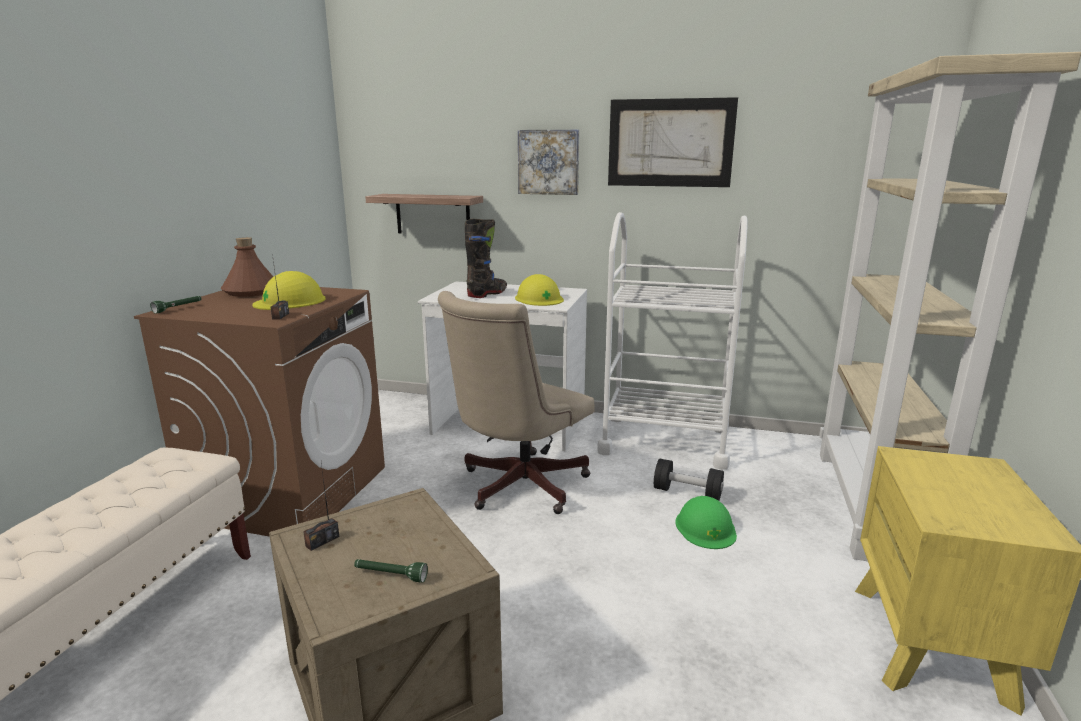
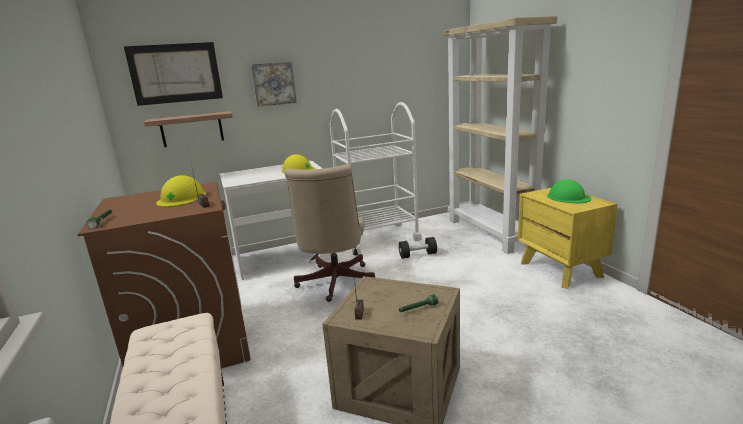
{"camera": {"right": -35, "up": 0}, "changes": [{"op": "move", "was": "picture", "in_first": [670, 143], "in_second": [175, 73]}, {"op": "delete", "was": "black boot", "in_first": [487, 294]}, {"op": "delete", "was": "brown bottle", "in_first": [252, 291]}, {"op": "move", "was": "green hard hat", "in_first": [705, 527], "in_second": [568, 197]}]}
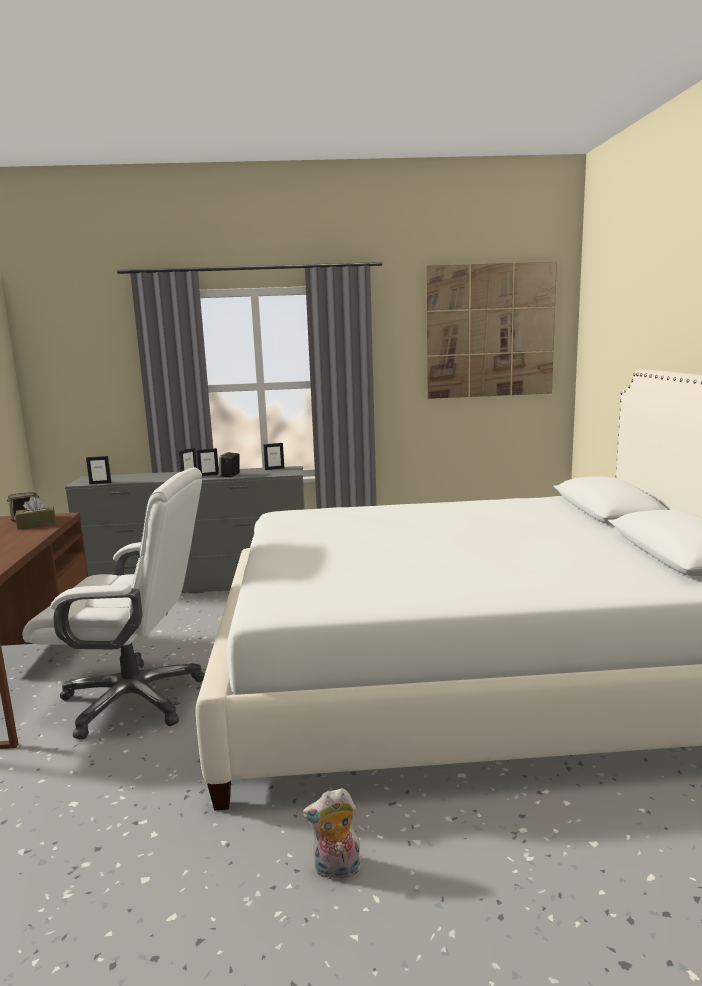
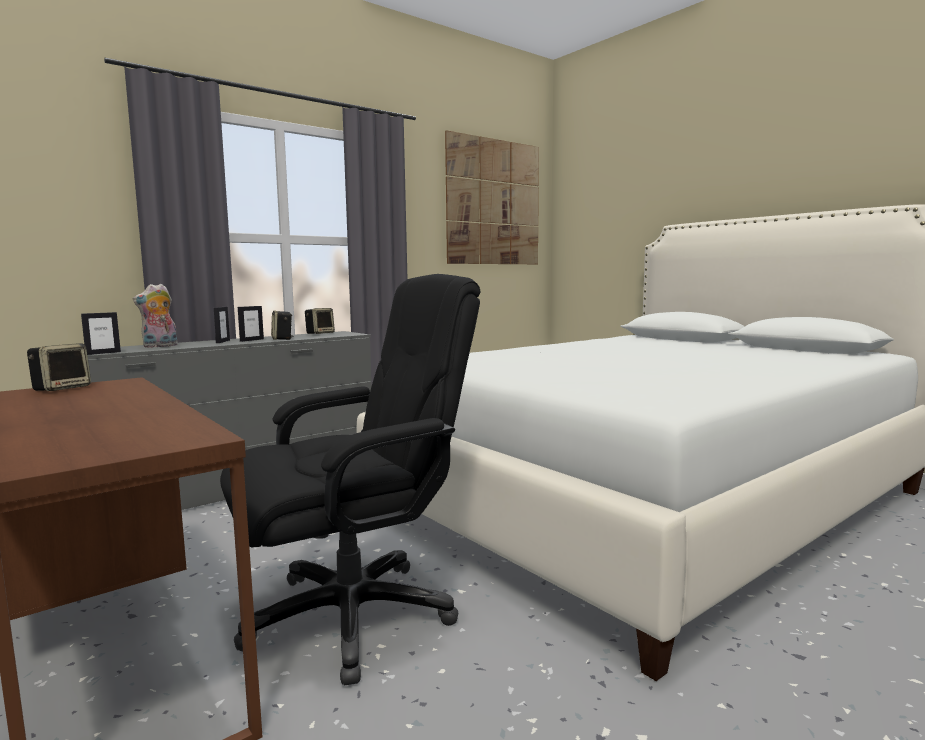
{"camera": {"right": -35, "up": -5}, "changes": [{"op": "replace", "was": "picture frame", "now": "speaker", "in_first": [274, 469], "in_second": [320, 333]}, {"op": "recolor", "was": "white office chair", "now": "black office chair", "in_first": [135, 699], "in_second": [353, 615]}, {"op": "delete", "was": "brown tissue box", "in_first": [36, 524]}, {"op": "move", "was": "plush toy", "in_first": [336, 870], "in_second": [160, 346]}]}
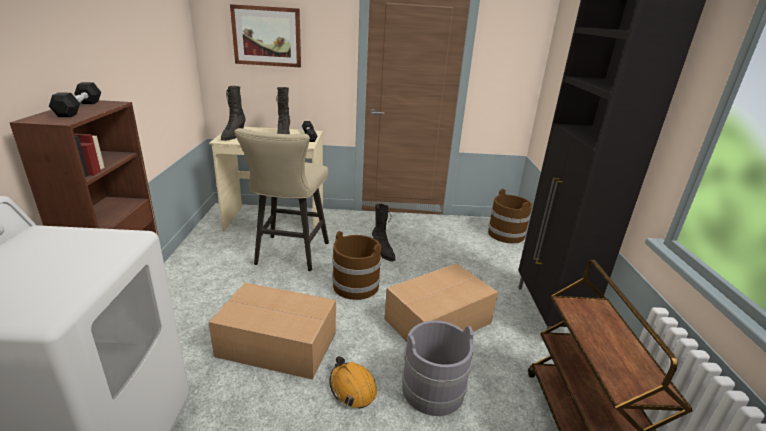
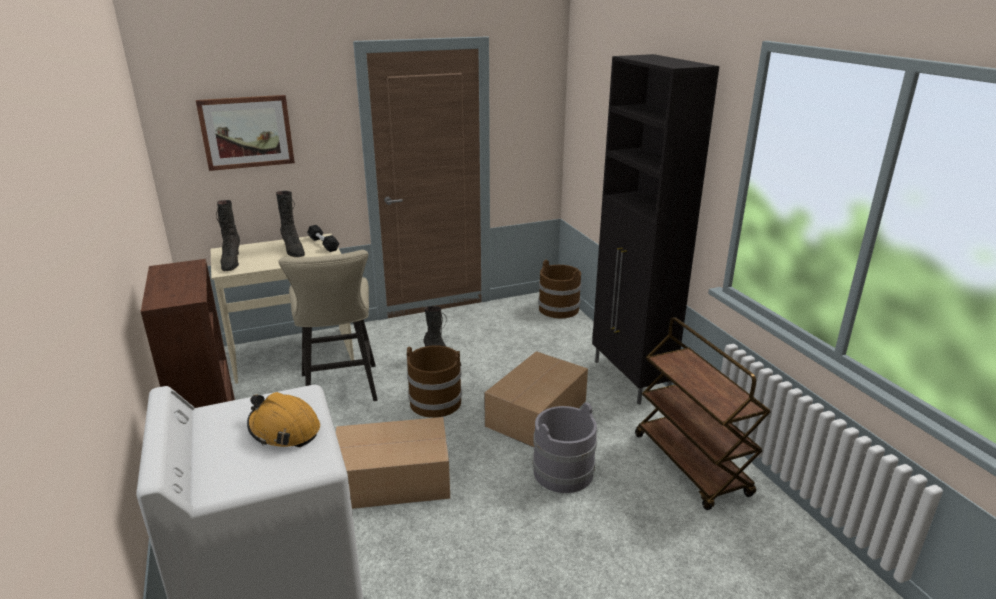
{"camera": {"right": -20, "up": 0}, "changes": [{"op": "delete", "was": "black dumbbell", "in_first": [79, 108]}, {"op": "move", "was": "orange hard hat", "in_first": [352, 388], "in_second": [284, 430]}]}
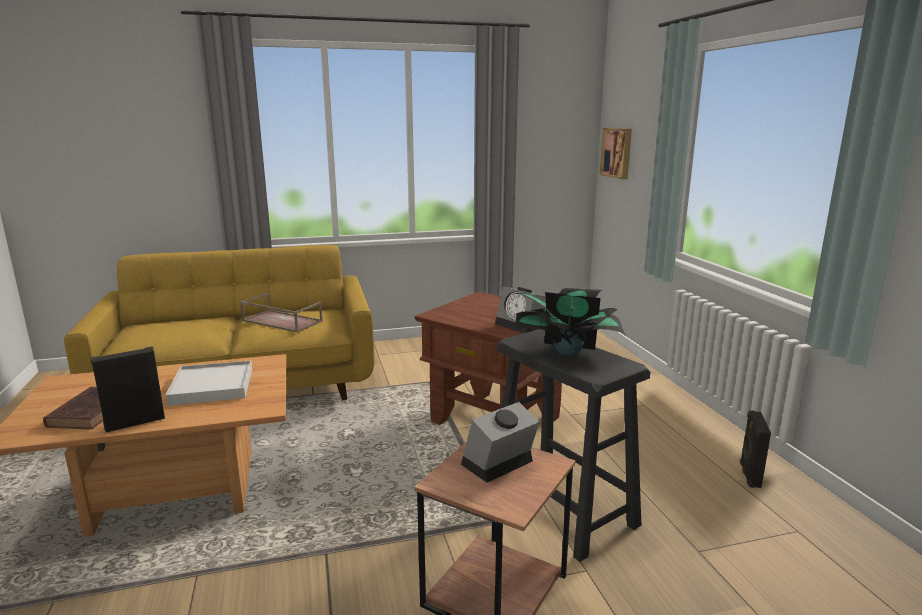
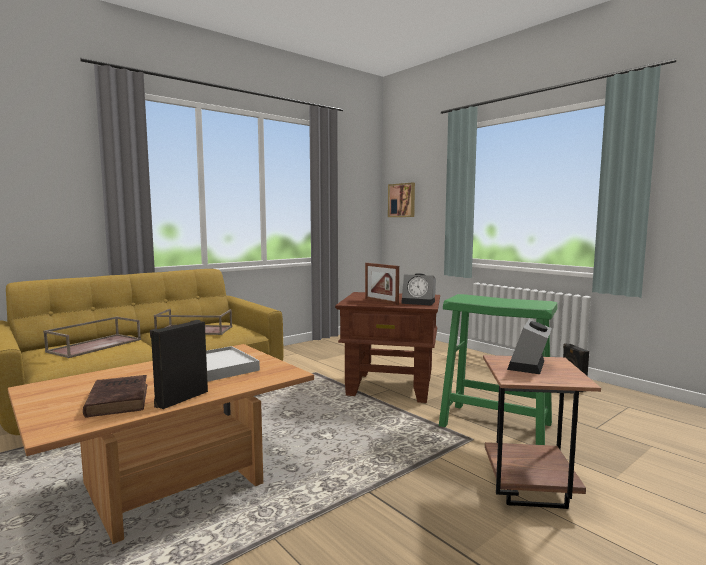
{"camera": {"right": -25, "up": -10}, "changes": [{"op": "delete", "was": "potted plant", "in_first": [566, 351]}, {"op": "recolor", "was": "black stool", "now": "green stool", "in_first": [562, 509], "in_second": [496, 425]}, {"op": "insert", "now": "picture frame", "in_second": [381, 301]}, {"op": "insert", "now": "brown tray", "in_second": [95, 345]}]}
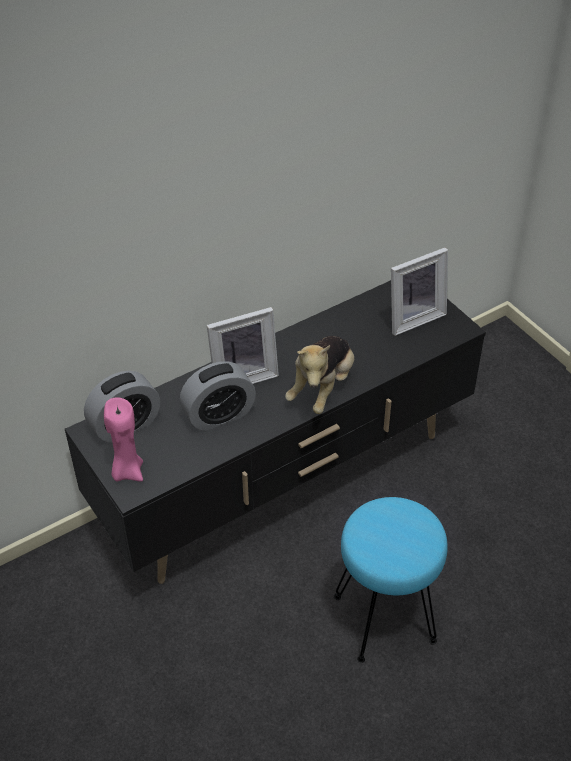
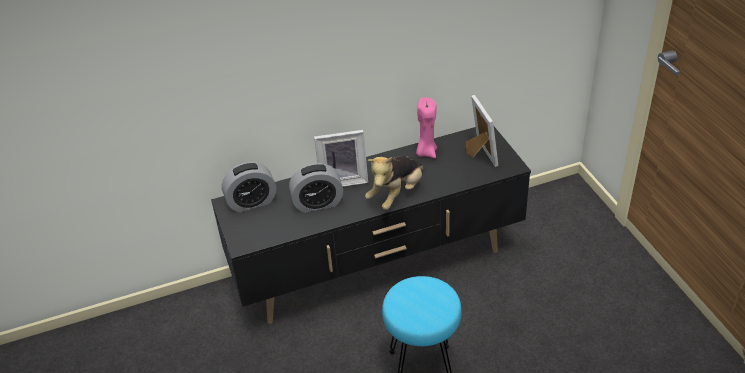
{"camera": {"right": 15, "up": -5}, "changes": [{"op": "rotate", "was": "picture frame", "in_first": [412, 317], "in_second": [479, 154], "clockwise": -90}, {"op": "move", "was": "pink candle", "in_first": [127, 471], "in_second": [426, 152]}]}
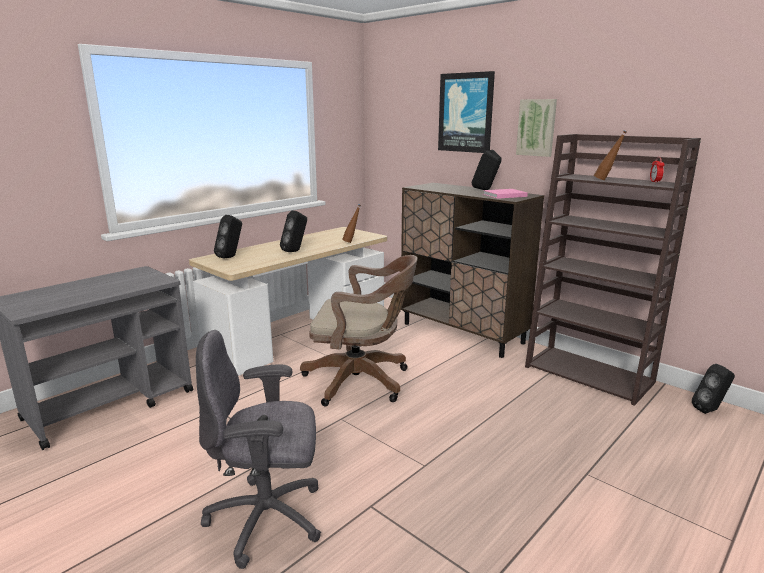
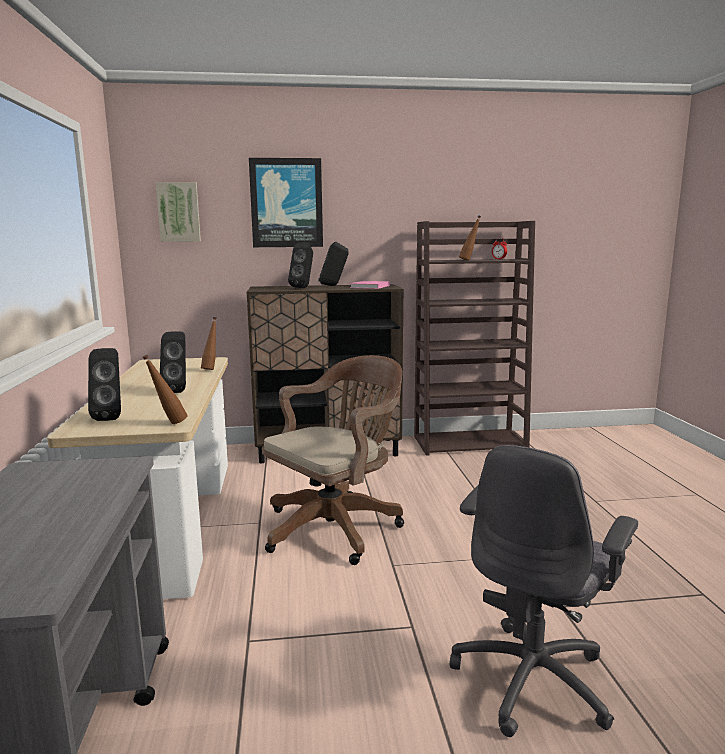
{"camera": {"right": -50, "up": -5}, "changes": [{"op": "move", "was": "picture", "in_first": [537, 127], "in_second": [179, 212]}, {"op": "move", "was": "black speaker", "in_first": [710, 410], "in_second": [303, 288]}, {"op": "insert", "now": "brown bottle", "in_second": [168, 424]}]}
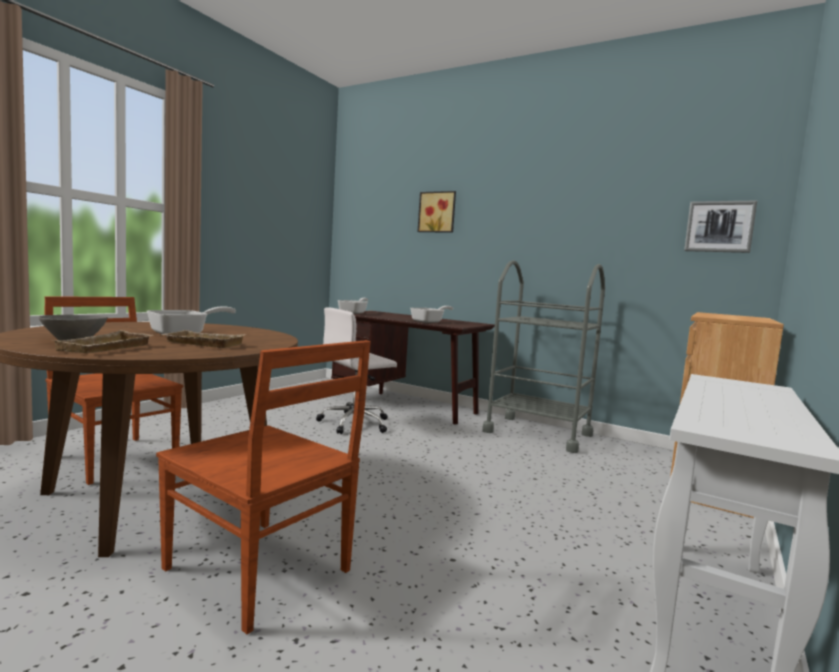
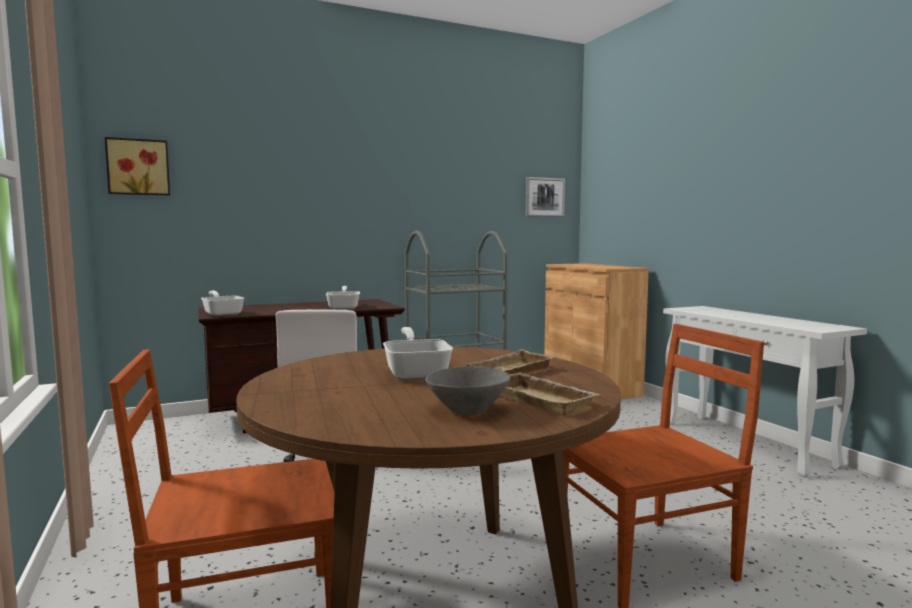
{"camera": {"right": -55, "up": 0}, "changes": [{"op": "move", "was": "picture", "in_first": [437, 212], "in_second": [138, 167]}]}
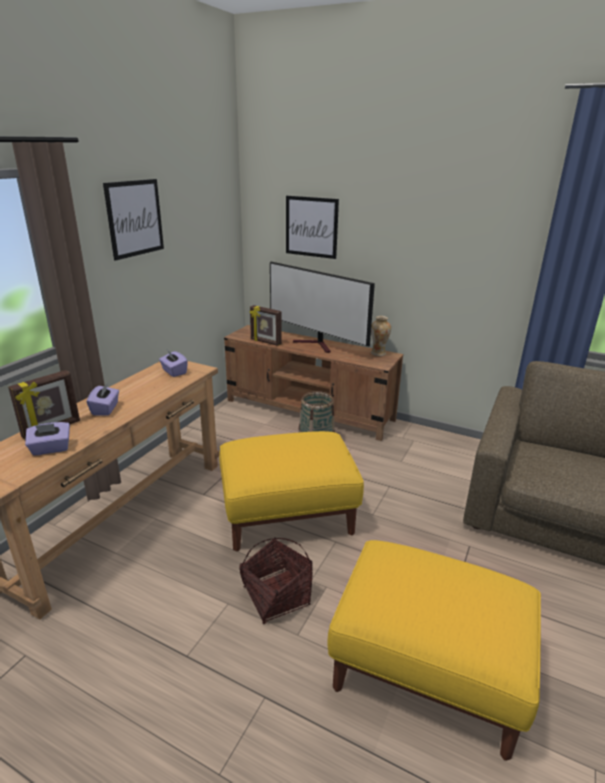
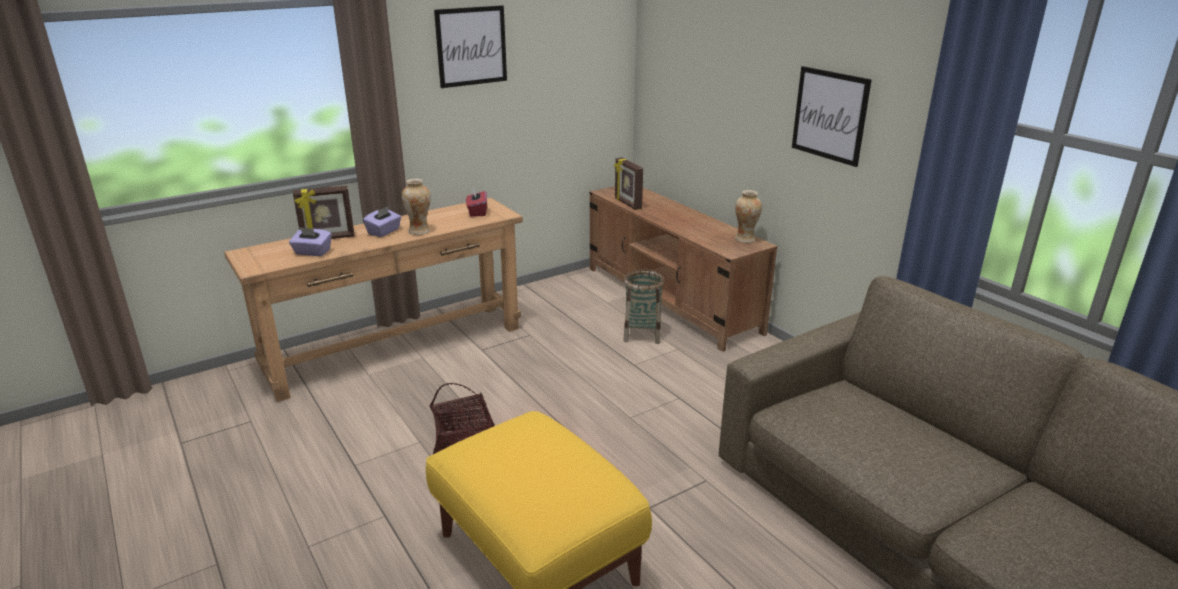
{"camera": {"right": 30, "up": 0}, "changes": [{"op": "move", "was": "picture", "in_first": [311, 227], "in_second": [830, 115]}, {"op": "delete", "was": "television", "in_first": [317, 345]}, {"op": "recolor", "was": "purple tissue box", "now": "red tissue box", "in_first": [174, 372], "in_second": [477, 212]}, {"op": "delete", "was": "yellow ottoman", "in_first": [287, 515]}, {"op": "insert", "now": "vase", "in_second": [419, 231]}]}
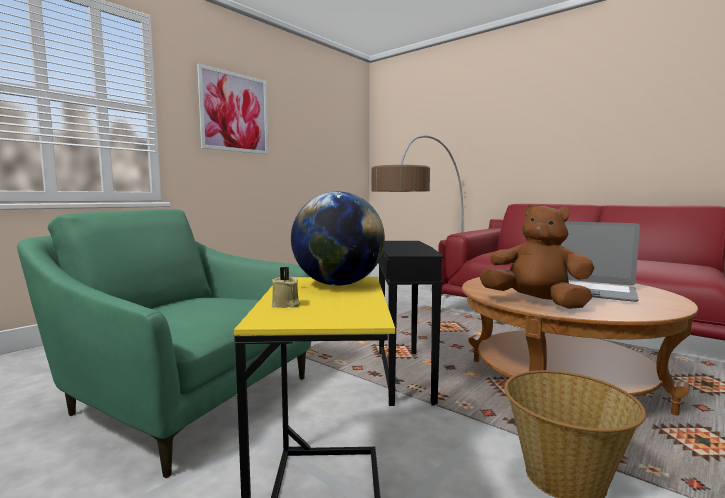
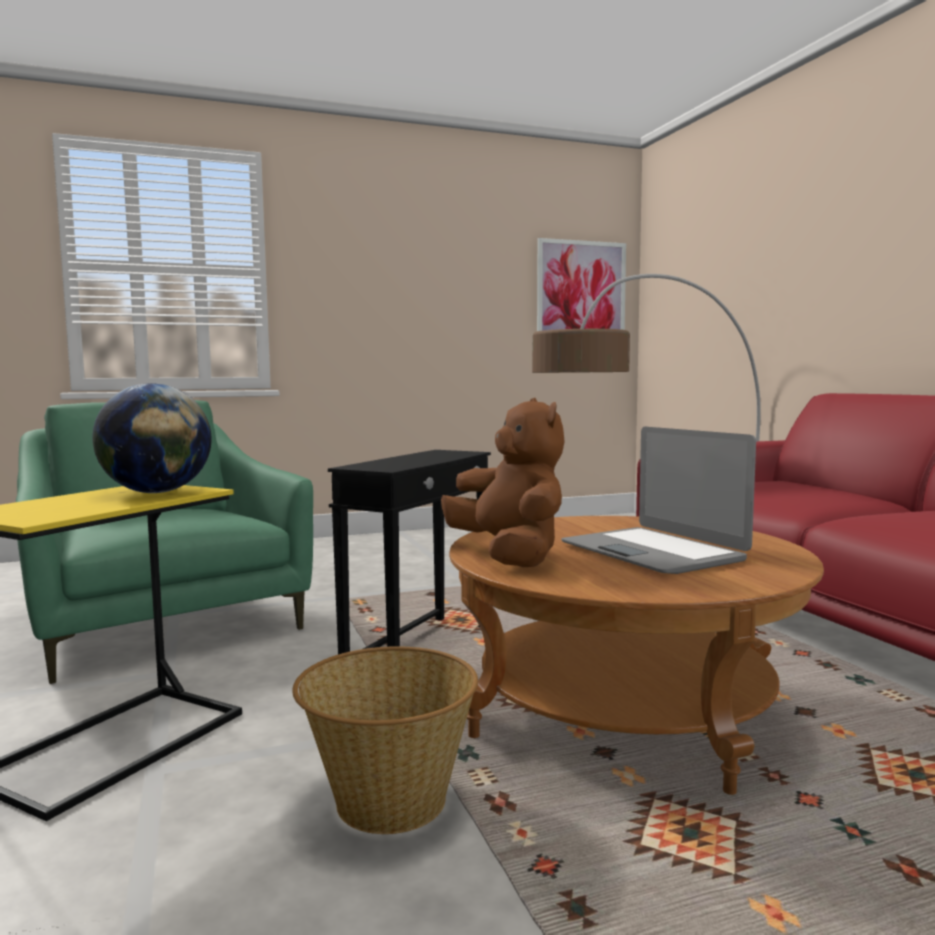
{"camera": {"right": 30, "up": 0}, "changes": [{"op": "move", "was": "picture", "in_first": [234, 112], "in_second": [581, 291]}, {"op": "delete", "was": "beige candle", "in_first": [286, 305]}]}
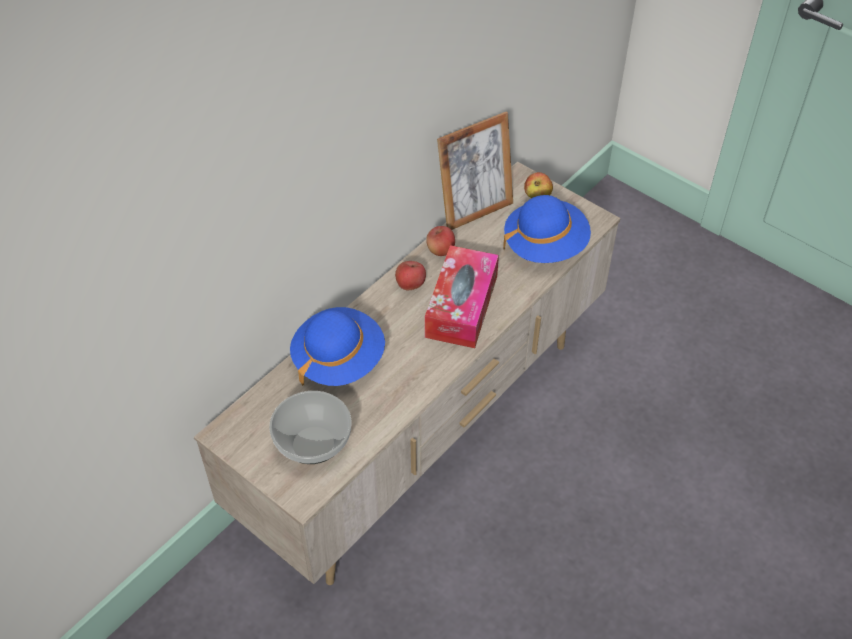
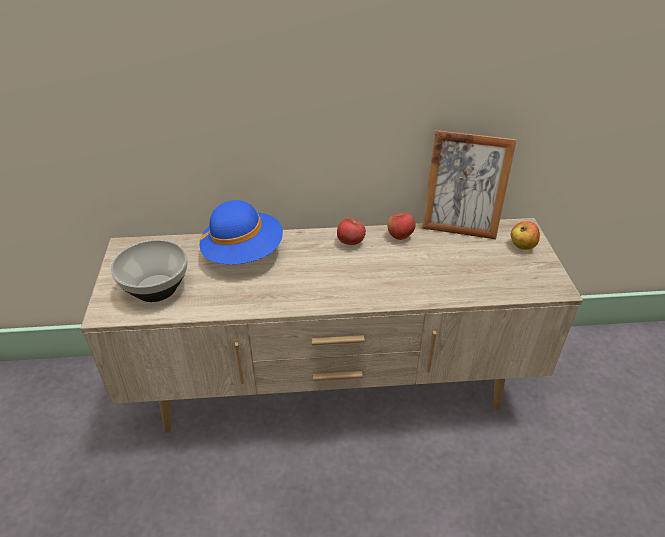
{"camera": {"right": 45, "up": -10}, "changes": [{"op": "delete", "was": "blue hat", "in_first": [545, 245]}, {"op": "delete", "was": "tissue box", "in_first": [461, 306]}]}
